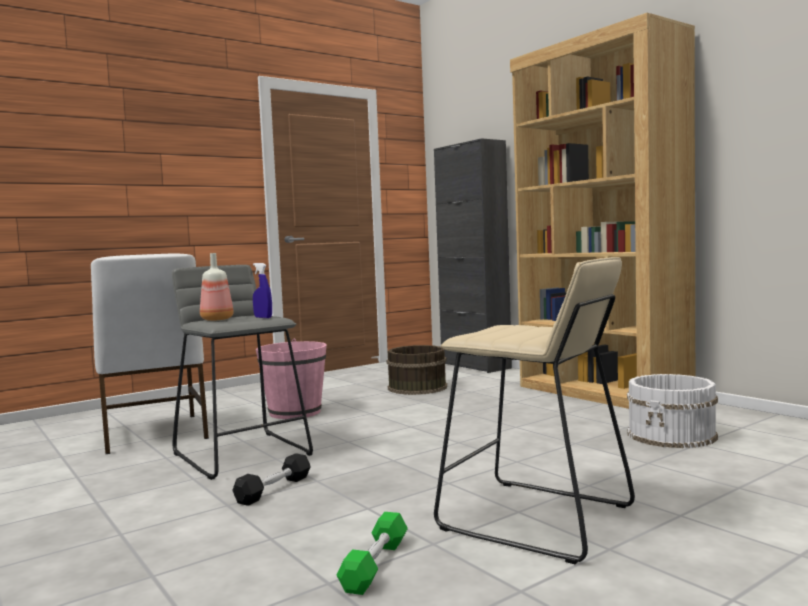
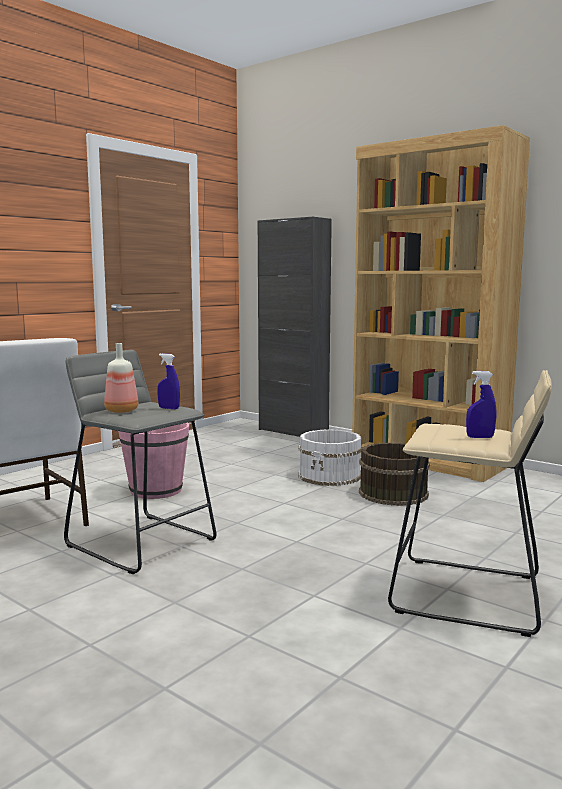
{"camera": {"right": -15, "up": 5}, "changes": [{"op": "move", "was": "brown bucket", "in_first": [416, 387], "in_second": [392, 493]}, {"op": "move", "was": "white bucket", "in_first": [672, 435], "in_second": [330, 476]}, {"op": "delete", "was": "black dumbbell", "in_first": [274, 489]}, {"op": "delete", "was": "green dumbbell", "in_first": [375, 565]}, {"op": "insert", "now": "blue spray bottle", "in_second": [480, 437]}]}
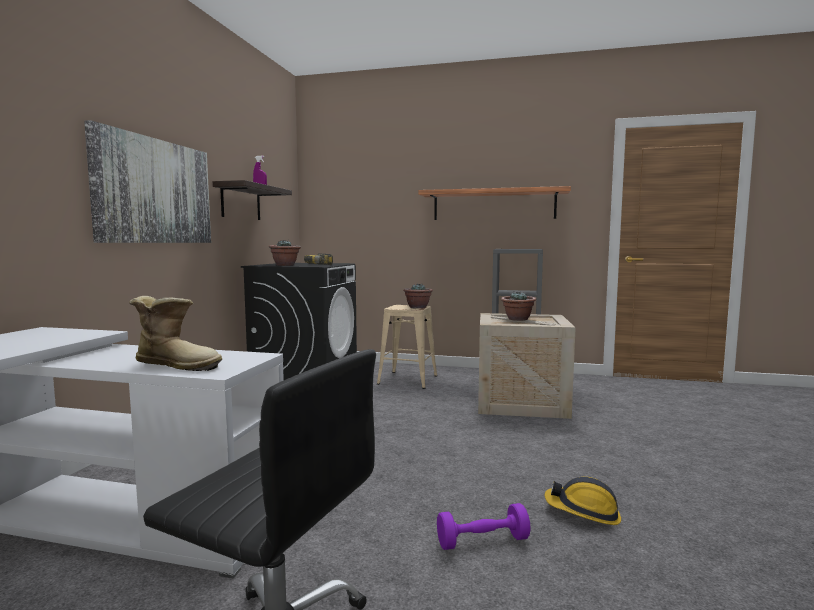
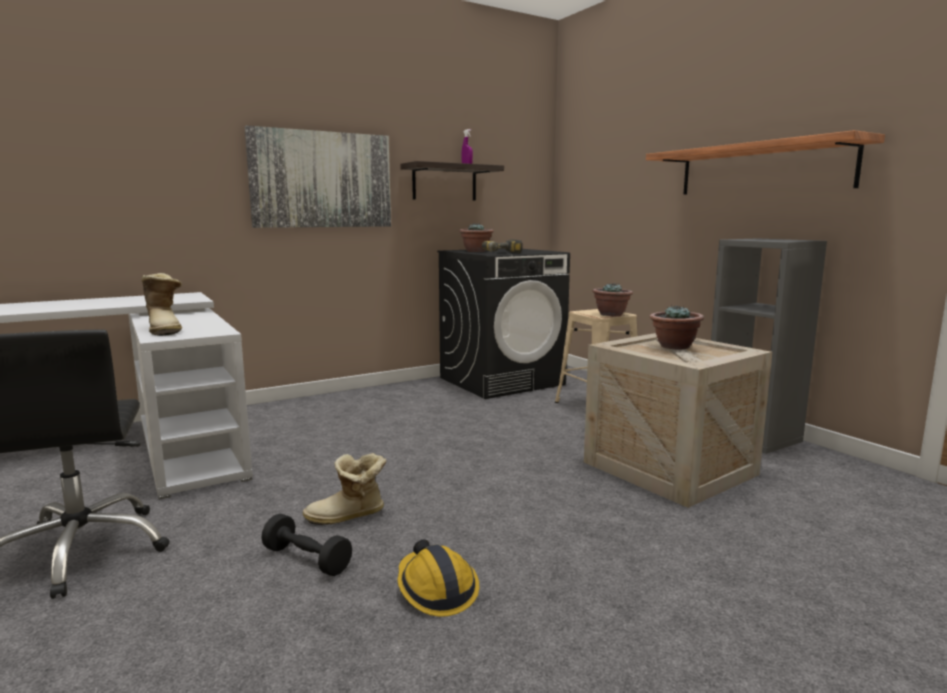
{"camera": {"right": 45, "up": 5}, "changes": [{"op": "recolor", "was": "purple dumbbell", "now": "black dumbbell", "in_first": [482, 541], "in_second": [307, 560]}, {"op": "insert", "now": "boot", "in_second": [347, 517]}]}
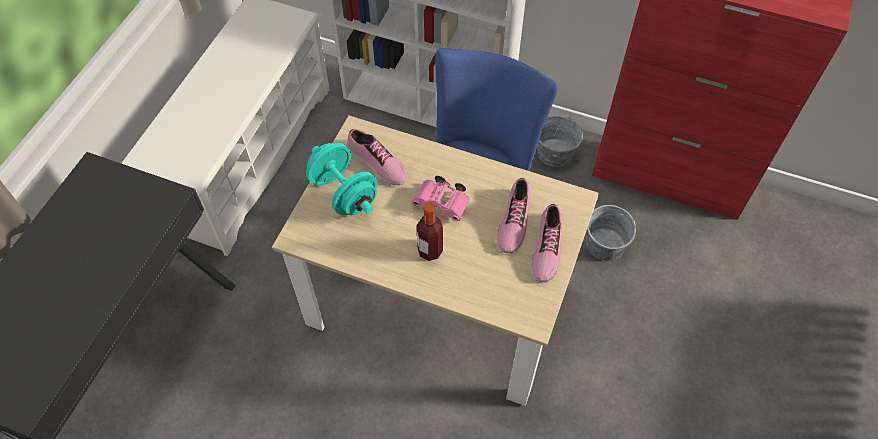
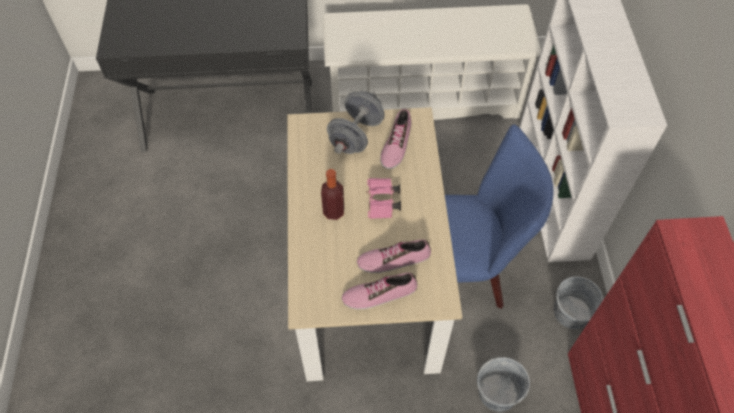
{"camera": {"right": 65, "up": 0}, "changes": [{"op": "recolor", "was": "turquoise dumbbell", "now": "grey dumbbell", "in_first": [344, 193], "in_second": [356, 135]}]}
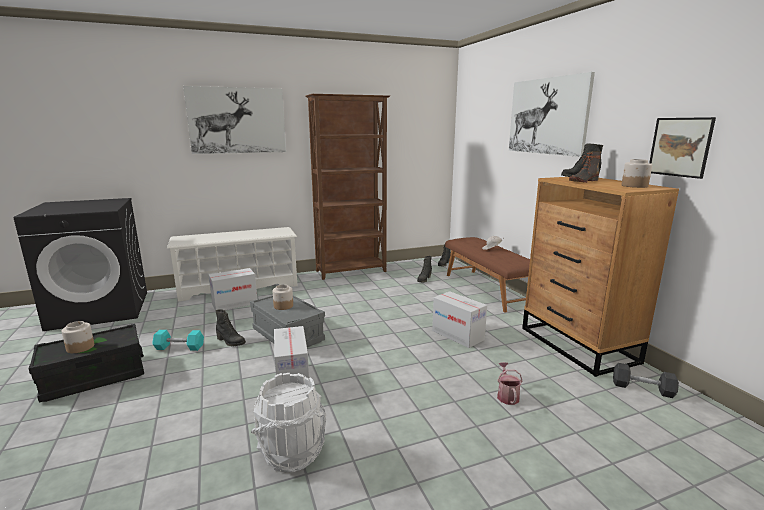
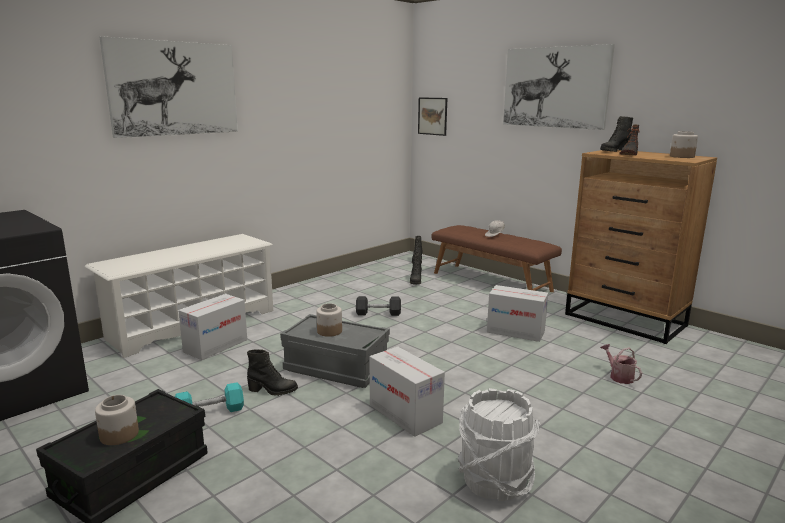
{"camera": {"right": -25, "up": 0}, "changes": [{"op": "delete", "was": "brown bookcase", "in_first": [352, 271]}, {"op": "move", "was": "picture", "in_first": [680, 147], "in_second": [432, 116]}, {"op": "move", "was": "grey dumbbell", "in_first": [642, 388], "in_second": [378, 313]}]}
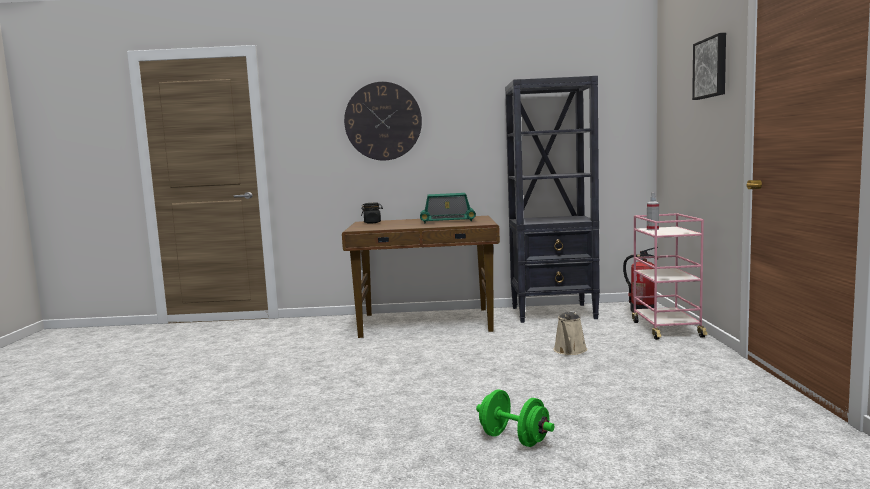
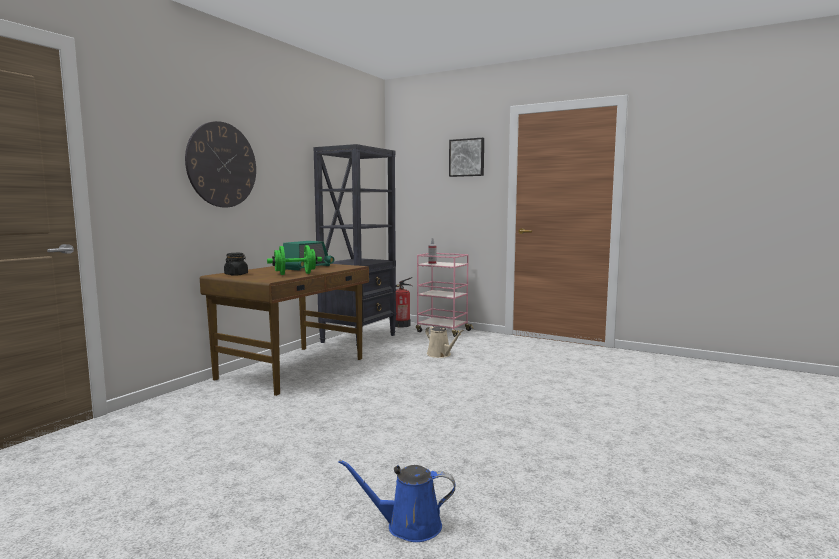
{"camera": {"right": -60, "up": 0}, "changes": [{"op": "move", "was": "green dumbbell", "in_first": [514, 439], "in_second": [295, 274]}, {"op": "insert", "now": "blue watering can", "in_second": [408, 526]}]}
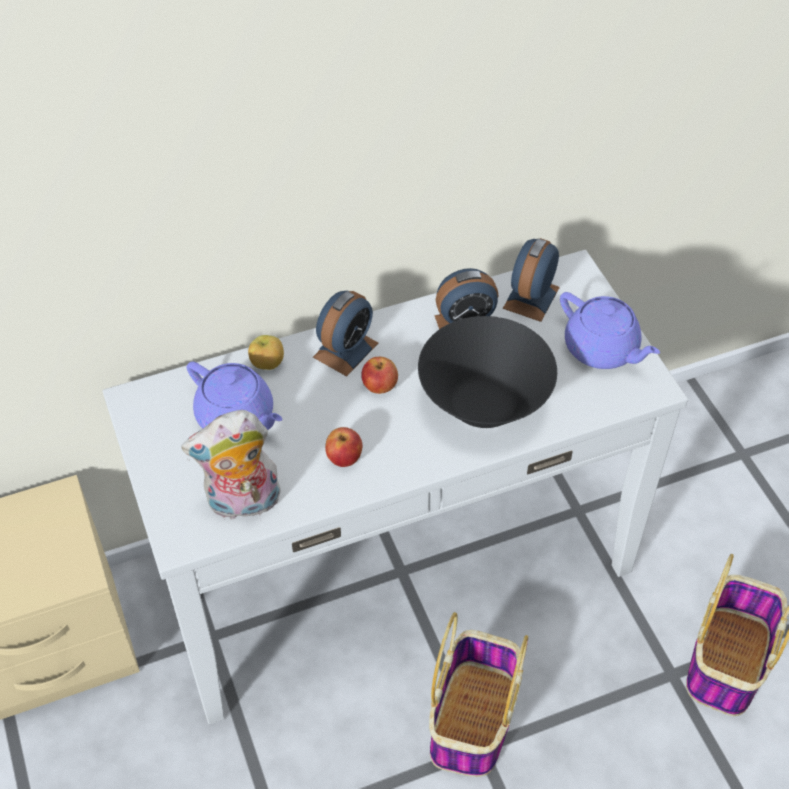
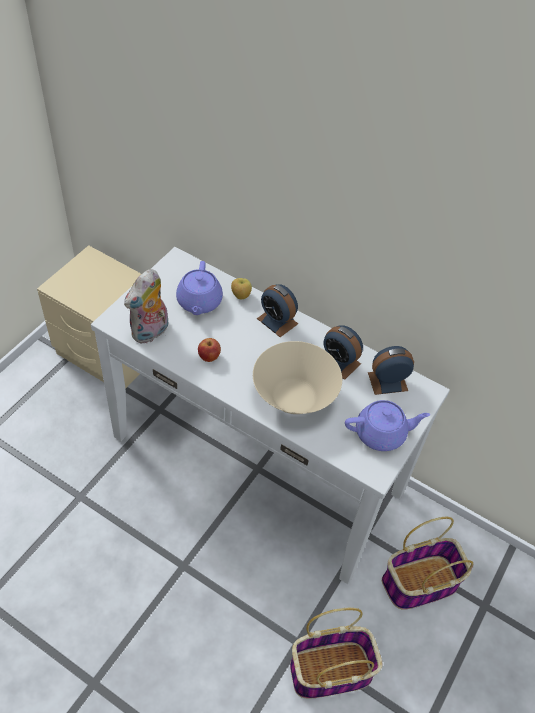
{"camera": {"right": 50, "up": 0}, "changes": [{"op": "rotate", "was": "alarm clock", "in_first": [345, 350], "in_second": [277, 321], "clockwise": 45}, {"op": "rotate", "was": "purple teapot", "in_first": [602, 349], "in_second": [381, 433], "clockwise": -105}, {"op": "recolor", "was": "black bowl", "now": "beige bowl", "in_first": [483, 403], "in_second": [294, 397]}, {"op": "delete", "was": "apple", "in_first": [379, 387]}, {"op": "rotate", "was": "plush toy", "in_first": [243, 504], "in_second": [150, 332], "clockwise": -90}, {"op": "move", "was": "basket", "in_first": [473, 721], "in_second": [419, 583]}]}
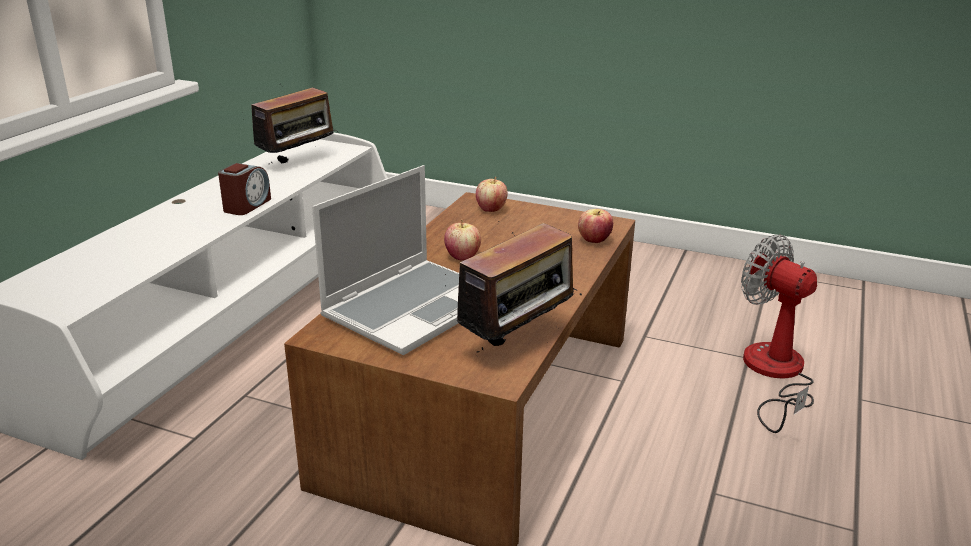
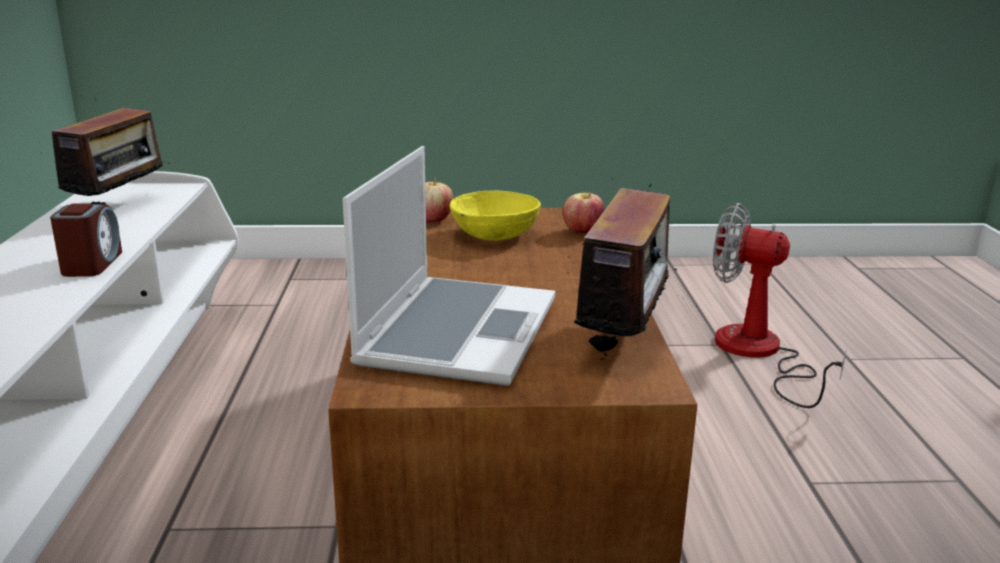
{"camera": {"right": -25, "up": -5}, "changes": [{"op": "delete", "was": "apple", "in_first": [462, 257]}, {"op": "insert", "now": "yellow bowl", "in_second": [496, 234]}]}
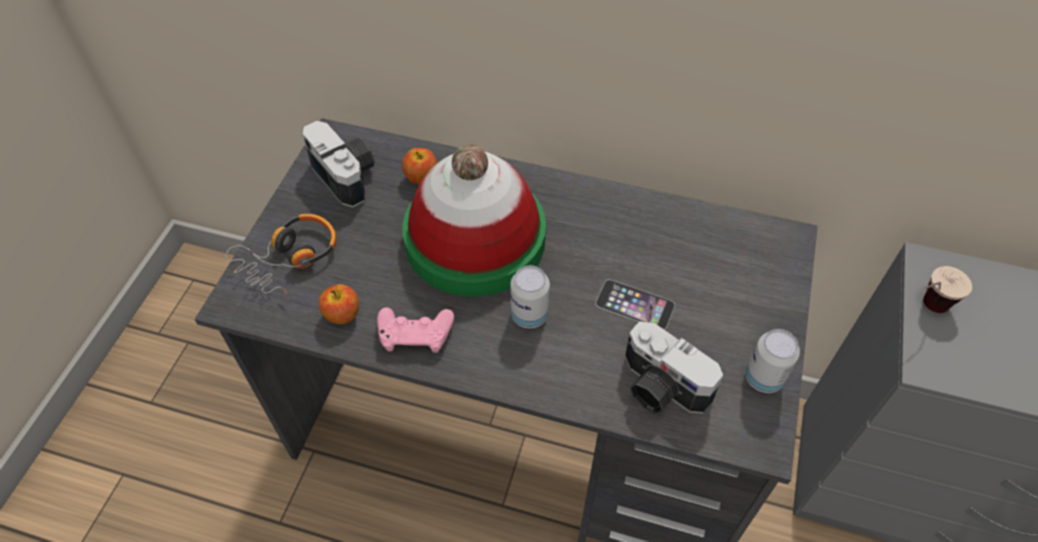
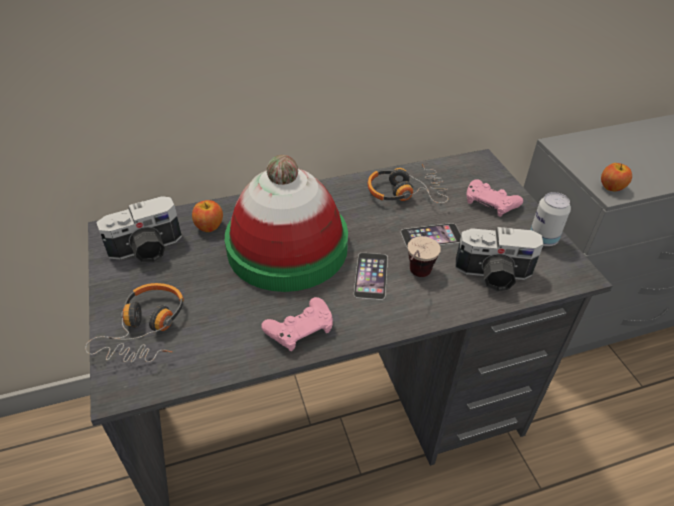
{"camera": {"right": -35, "up": -10}, "changes": [{"op": "rotate", "was": "photo camera", "in_first": [348, 175], "in_second": [147, 250], "clockwise": 135}, {"op": "replace", "was": "can", "now": "phone", "in_first": [529, 315], "in_second": [371, 275]}, {"op": "move", "was": "cup", "in_first": [924, 309], "in_second": [416, 278]}, {"op": "move", "was": "apple", "in_first": [342, 314], "in_second": [612, 187]}, {"op": "insert", "now": "headphones", "in_second": [405, 192]}, {"op": "insert", "now": "pink game controller", "in_second": [490, 203]}]}
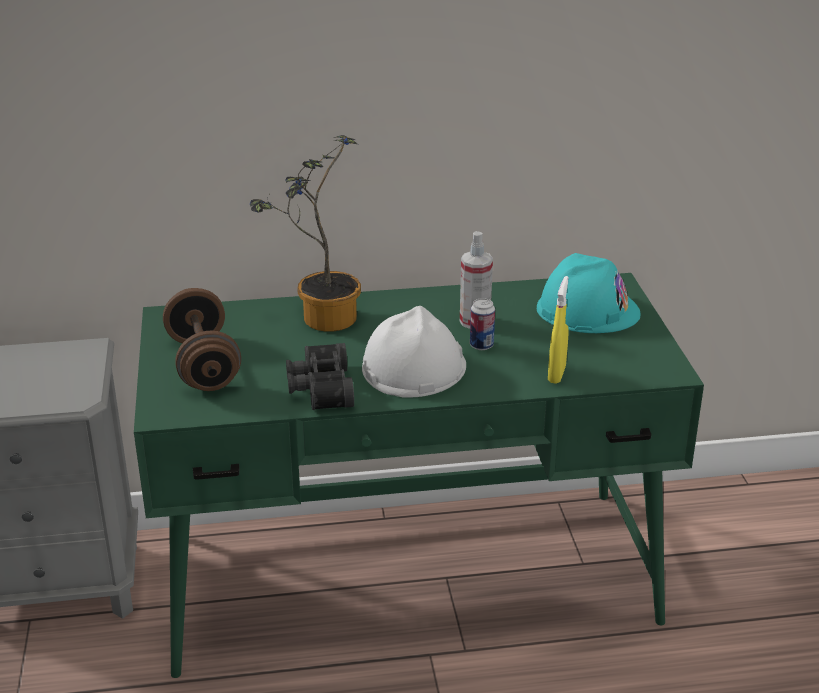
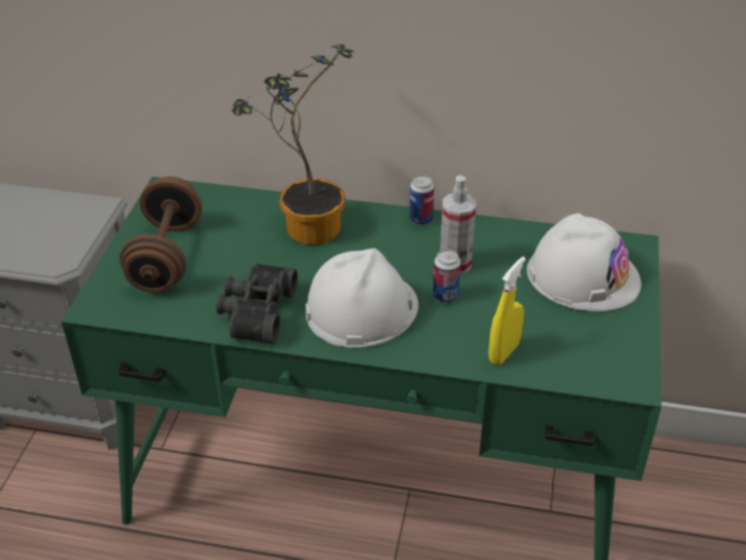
{"camera": {"right": 20, "up": 10}, "changes": [{"op": "recolor", "was": "turquoise hard hat", "now": "white hard hat", "in_first": [587, 310], "in_second": [583, 275]}, {"op": "insert", "now": "can", "in_second": [420, 220]}]}
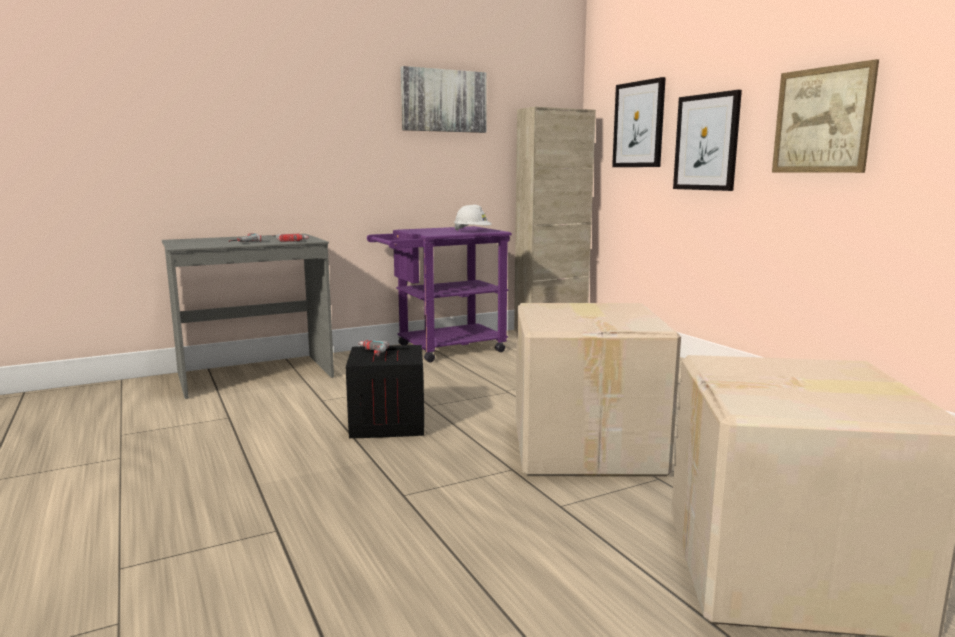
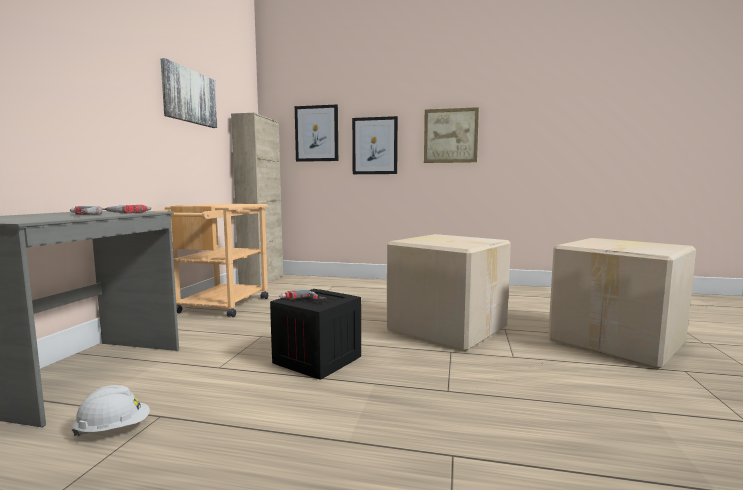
{"camera": {"right": -50, "up": -5}, "changes": [{"op": "move", "was": "white hard hat", "in_first": [472, 231], "in_second": [113, 429]}, {"op": "recolor", "was": "purple cart", "now": "beige cart", "in_first": [442, 349], "in_second": [219, 307]}]}
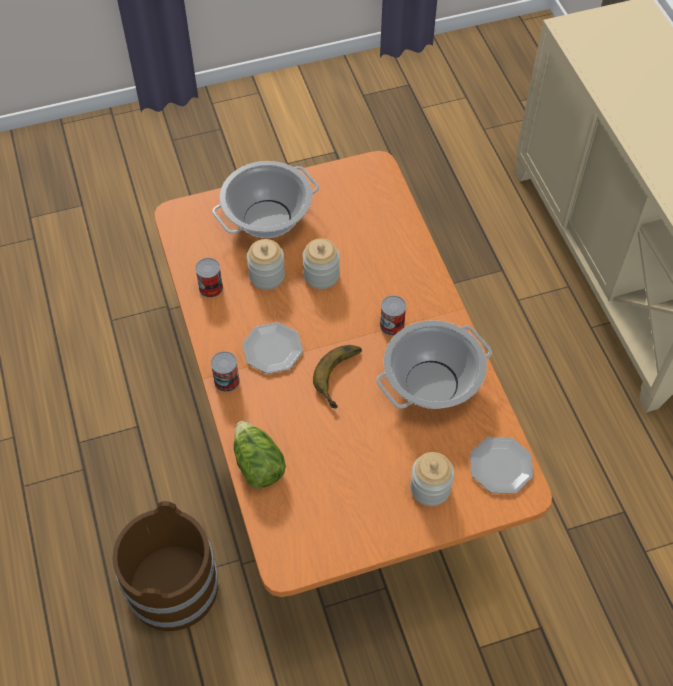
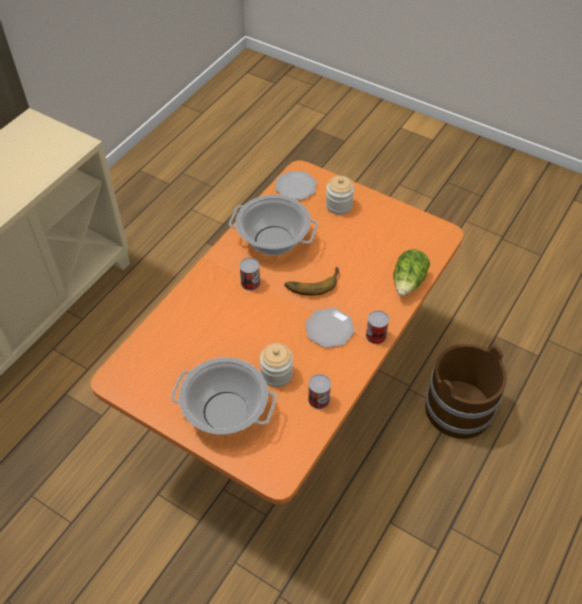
{"camera": {"right": -130, "up": -5}, "changes": [{"op": "delete", "was": "jar", "in_first": [321, 275]}]}
